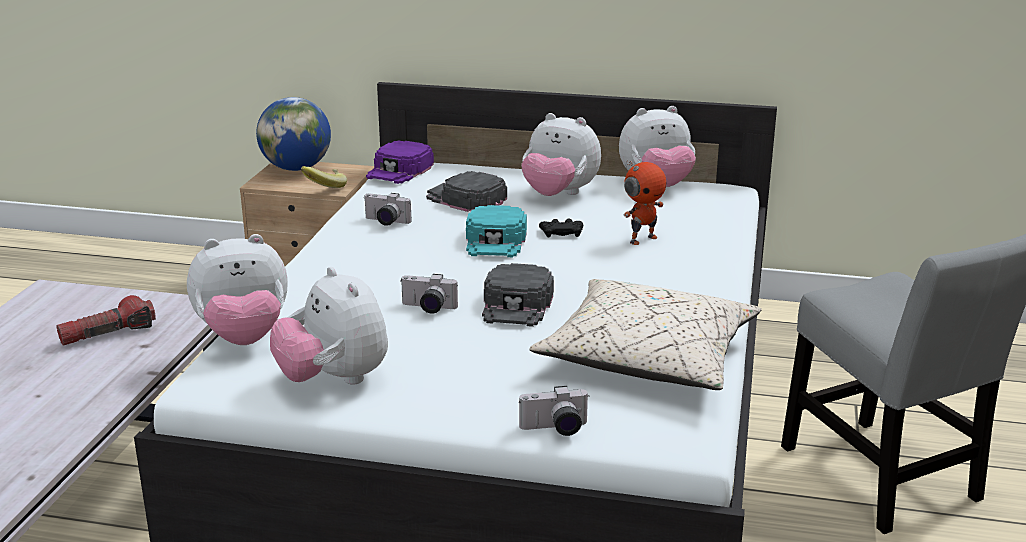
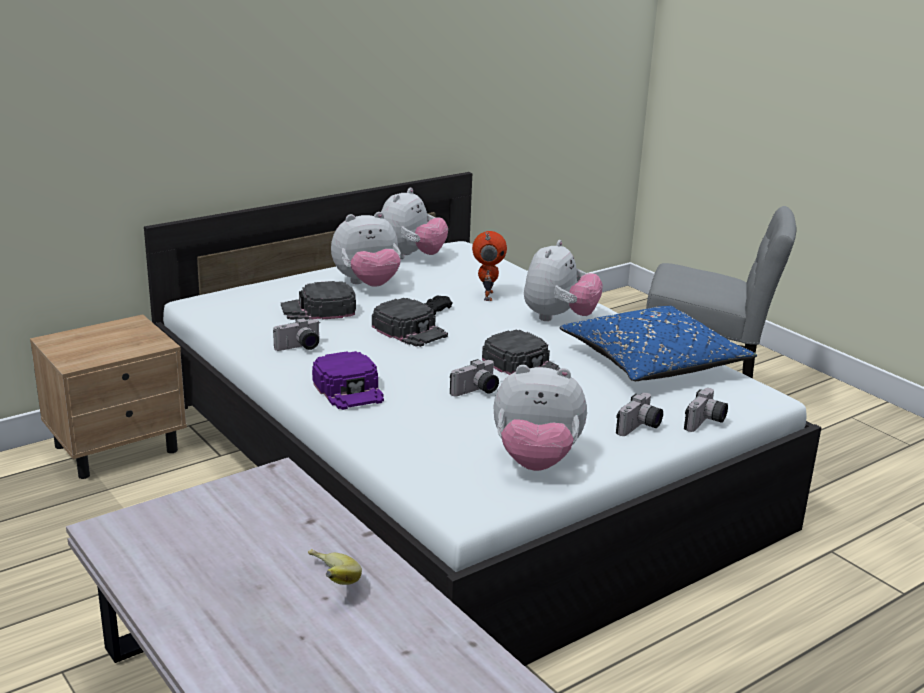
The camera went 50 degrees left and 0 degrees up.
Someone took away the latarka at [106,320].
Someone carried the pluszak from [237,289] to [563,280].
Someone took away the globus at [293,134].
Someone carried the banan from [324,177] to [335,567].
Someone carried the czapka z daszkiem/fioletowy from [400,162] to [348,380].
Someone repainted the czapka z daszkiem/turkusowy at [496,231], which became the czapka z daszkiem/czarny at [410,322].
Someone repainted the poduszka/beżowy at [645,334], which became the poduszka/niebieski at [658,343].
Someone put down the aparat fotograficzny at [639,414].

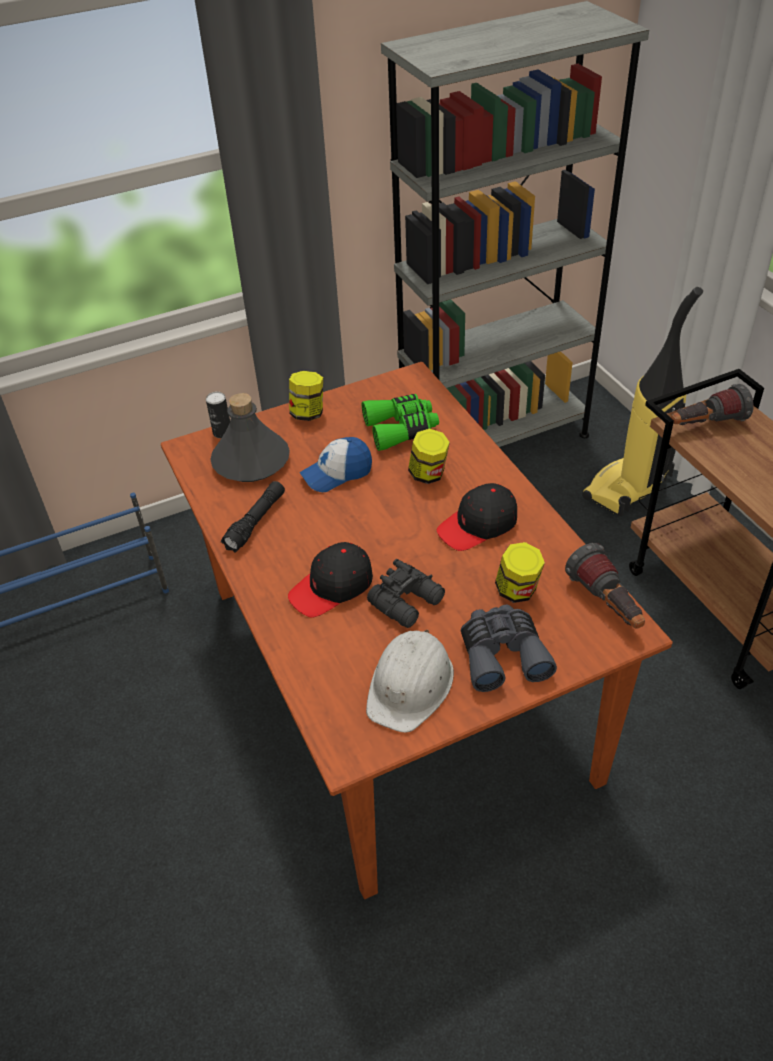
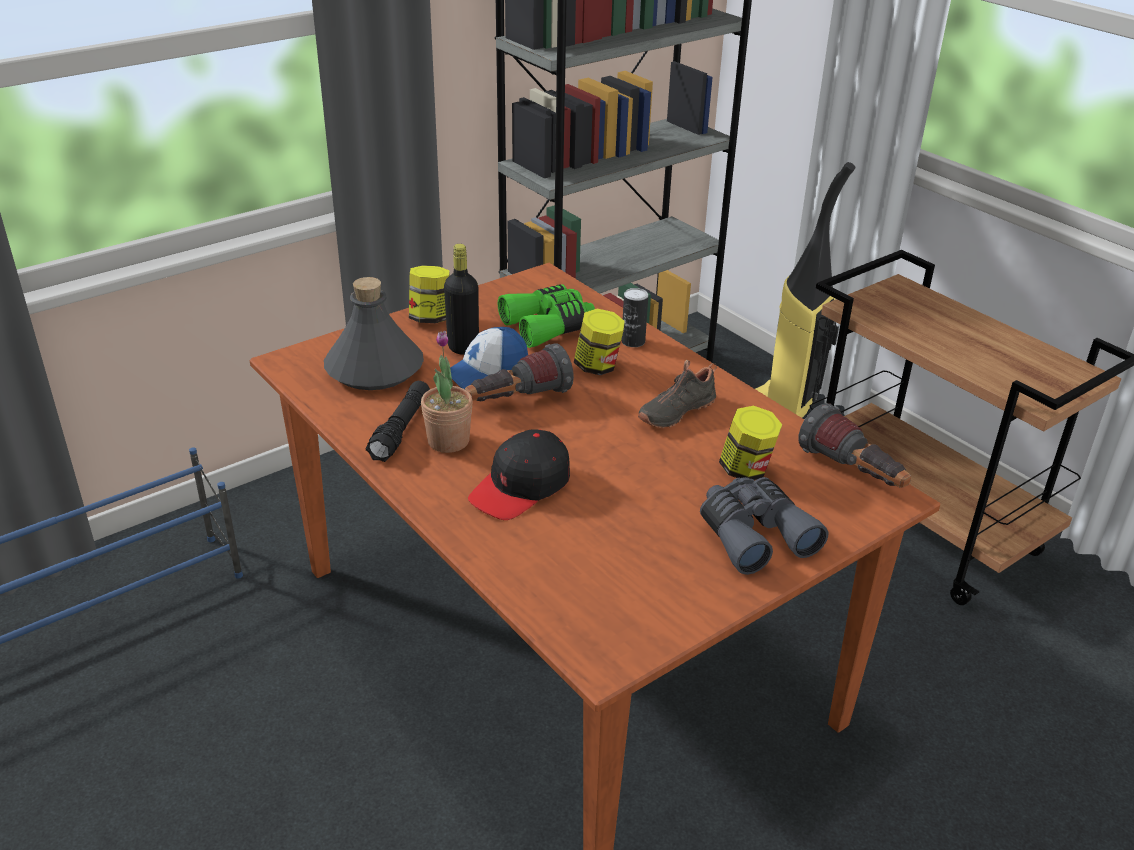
The camera went 15 degrees left and 10 degrees down.
Someone carried the puszka from [218,415] to [634,317].
Someone took away the kask/biały at [410,681].
Someone took away the lornetka/czarny at [406,593].
Someone swapped the czapka z daszkiem/czarny at [477,517] for the but/czarny at [677,394].
Someone carried the latarka from [712,404] to [519,372].
Someone put down the roślina doniczkowa at [447,392].
Someone put down the butelka/czarny at [461,299].

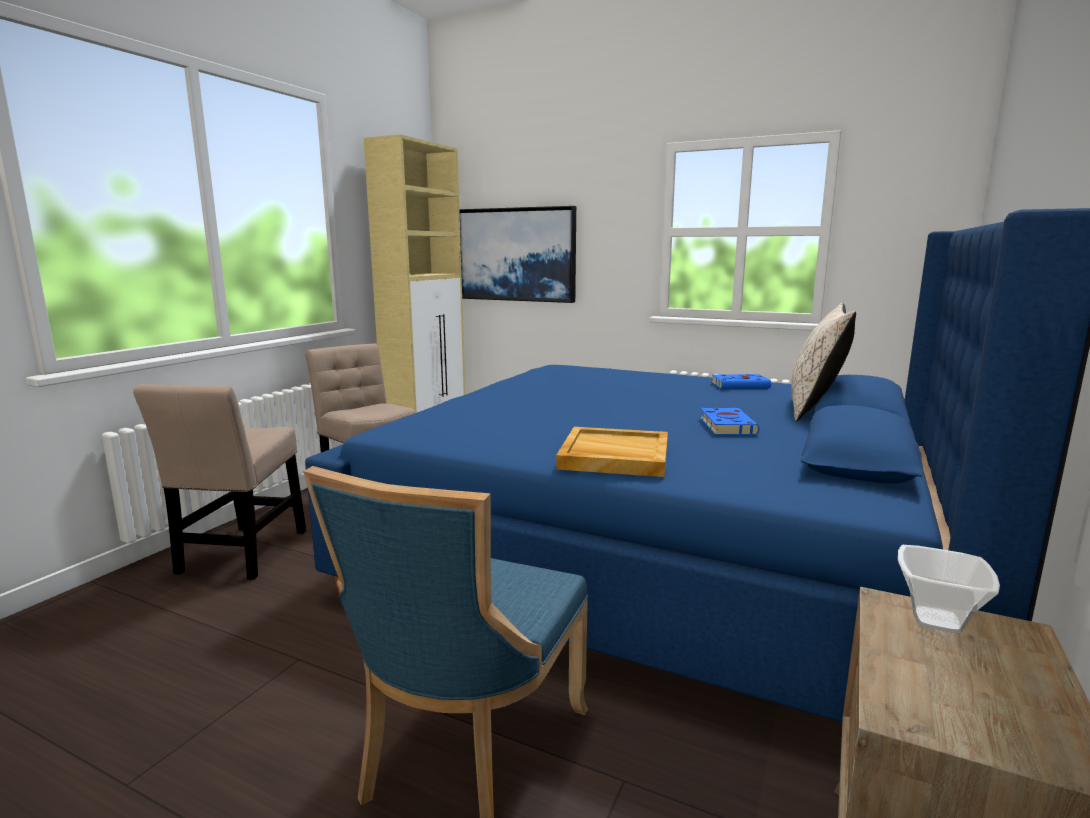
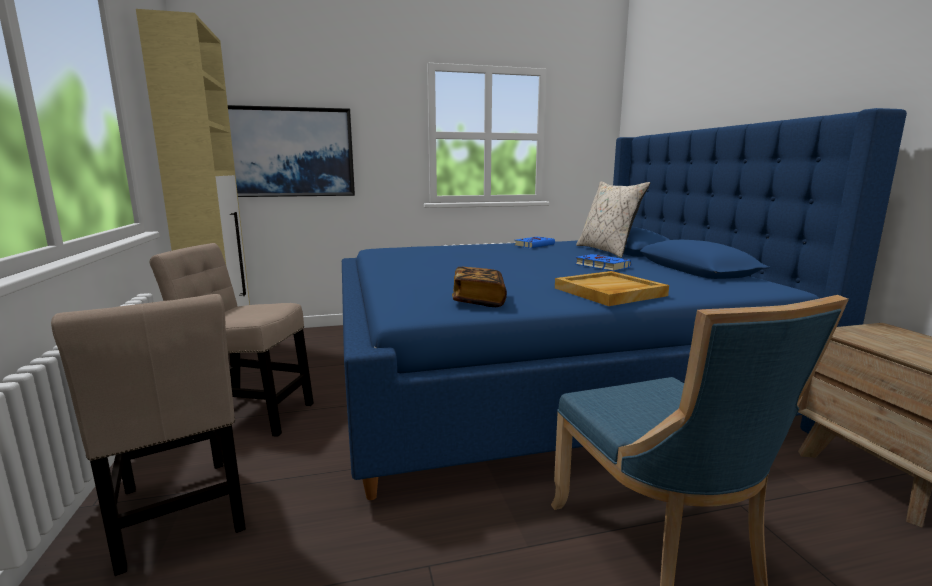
The camera went 40 degrees left and 0 degrees up.
Someone took away the miska at [949,589].
Someone put down the książka at [479,287].

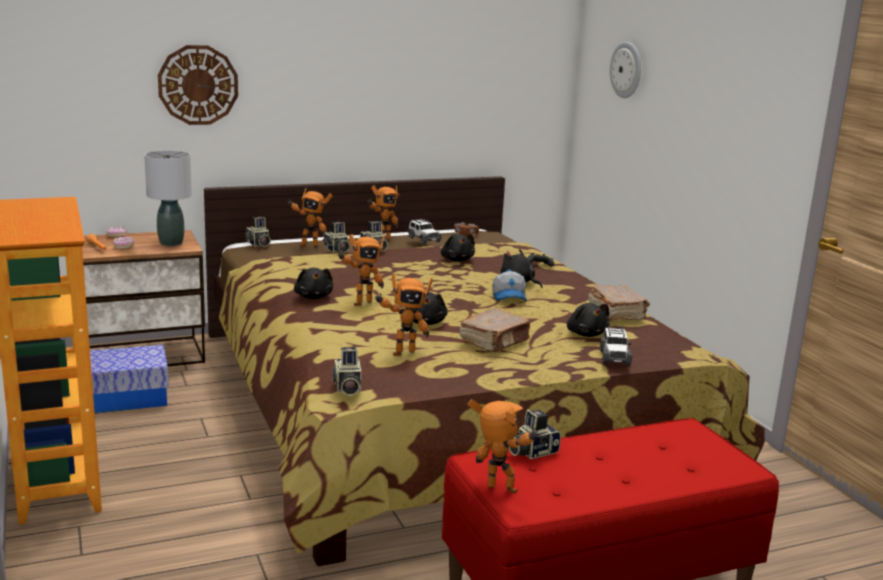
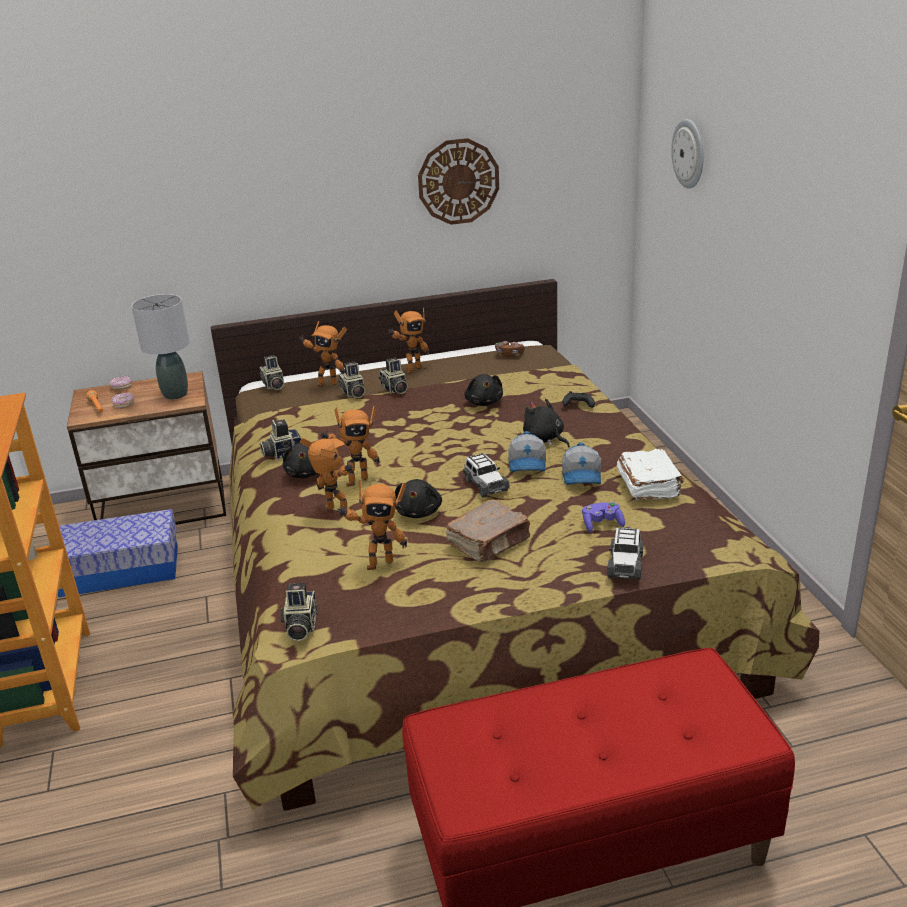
The camera went 10 degrees right and 10 degrees up.
Someone carried the zegar ścienny from [198,85] to [458,181].
Someone carried the samochodzik from [424,231] to [486,475].
Someone carried the robot zabawkowy from [504,447] to [327,474].
Someone carried the aparat fotograficzny from [534,434] to [281,440].
Someone swapped the pluszak/czarny at [588,320] for the pad do gier/fioletowy at [603,517].
Someone repainted the książka/brązowy at [619,302], which became the książka/biały at [650,474].
Someone put down the czapka z daszkiem at [581,463].

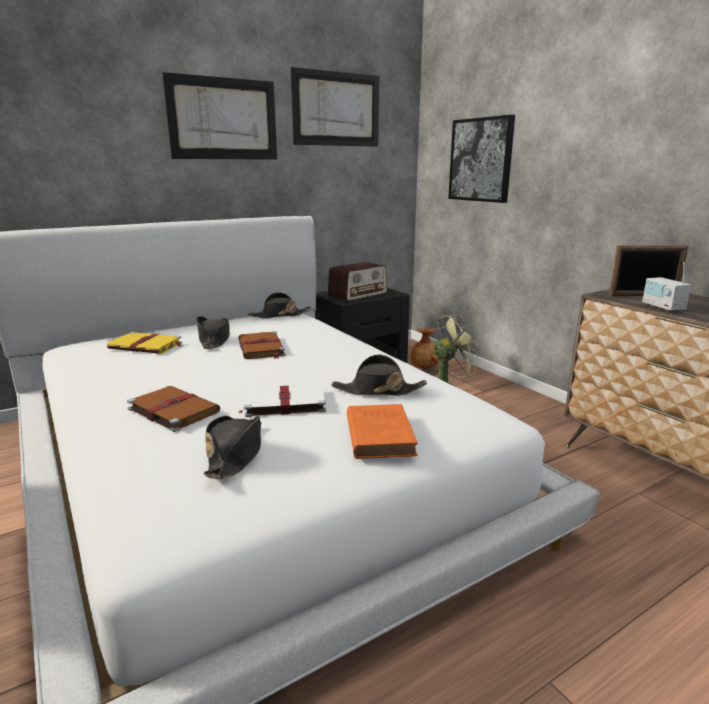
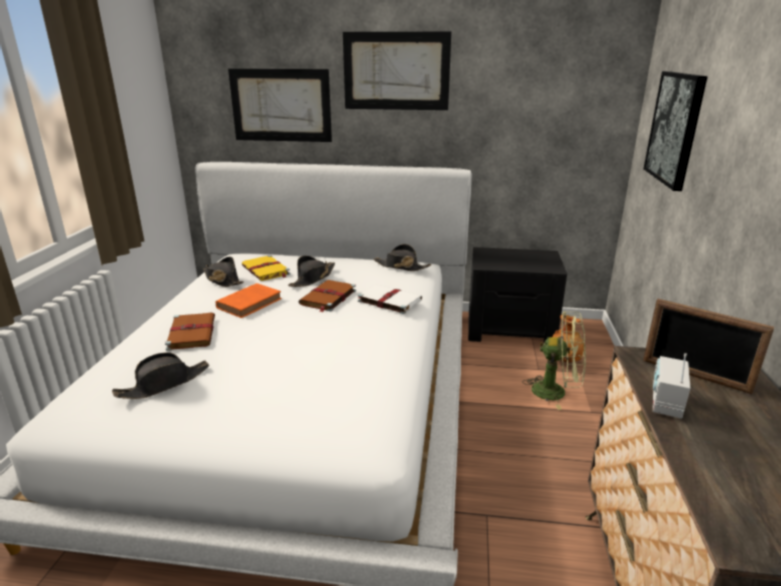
The camera went 40 degrees right and 5 degrees up.
Someone carried the książka/biały from [282,400] to [390,299].
Someone carried the obraz from [334,107] to [280,105].
Someone took away the radio at [357,281].
Someone carried the kapelusz/czarny from [379,375] to [223,271].
Someone carried the książka/pomarańczowy from [382,431] to [249,300].

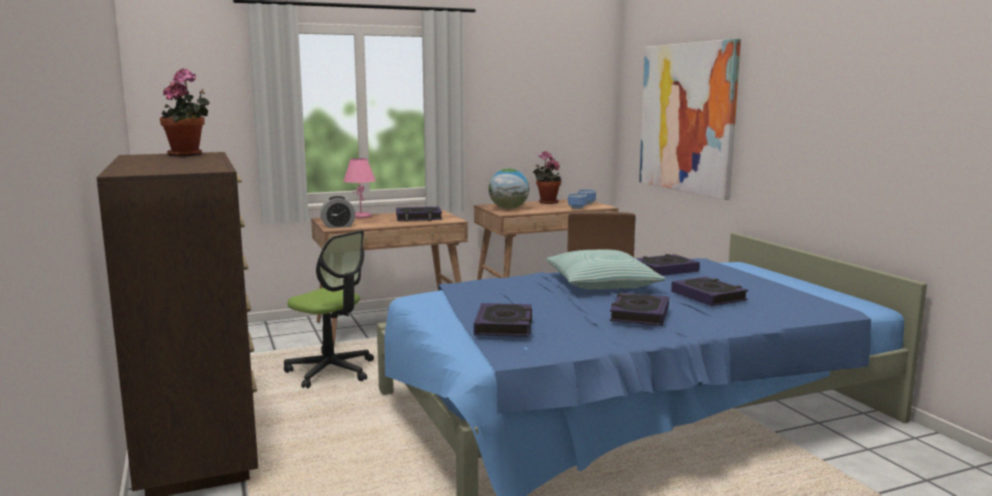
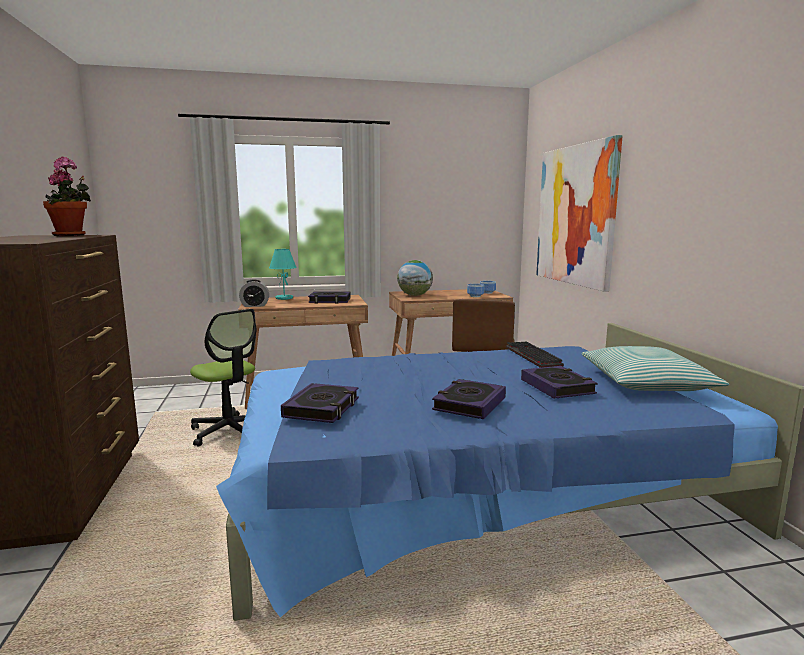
The camera went 10 degrees right and 0 degrees up.
Someone repainted the lampa stołowa/różowy at [359,188], which became the lampa stołowa/turkusowy at [283,274].
Someone took away the roślina doniczkowa at [547,177].
Someone carried the poduszka from [606,270] to [655,368].
Someone swapped the książka at [668,265] for the klawiatura at [535,355].

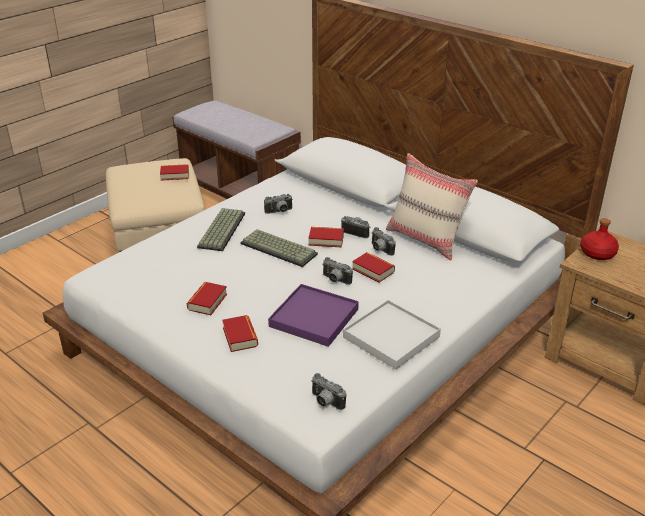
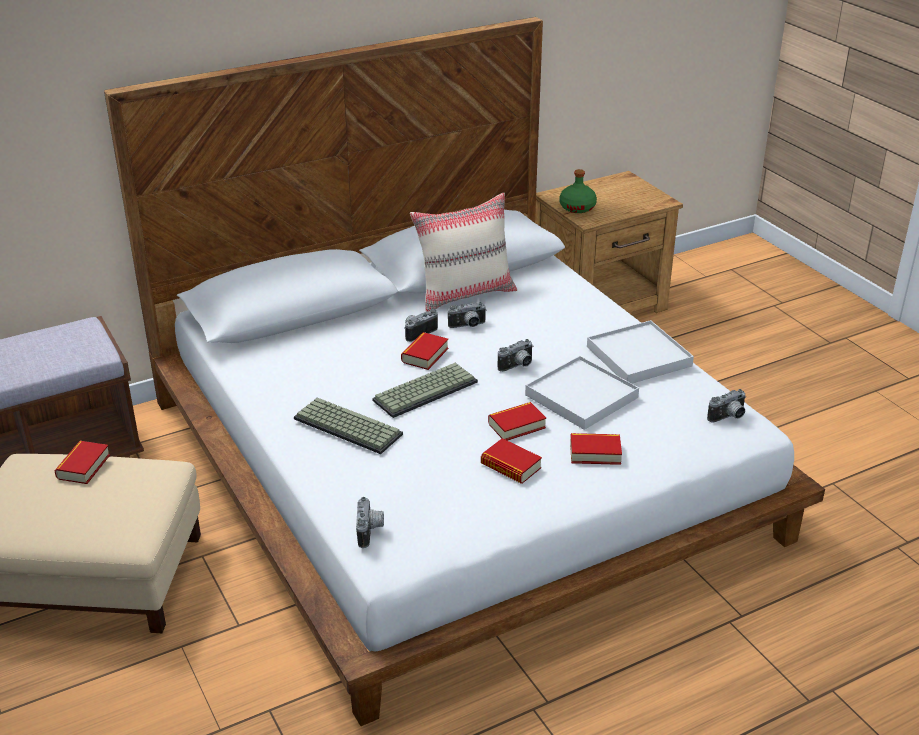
The camera went 70 degrees left and 0 degrees up.
Someone carried the aparat fotograficzny from [278,204] to [370,522].
Someone repainted the taca/fioletowy at [313,315], which became the taca/biały at [582,393].
Someone carried the książka from [373,267] to [517,421].
Someone repainted the butelka/czerwony at [600,239], which became the butelka/zielony at [578,191].

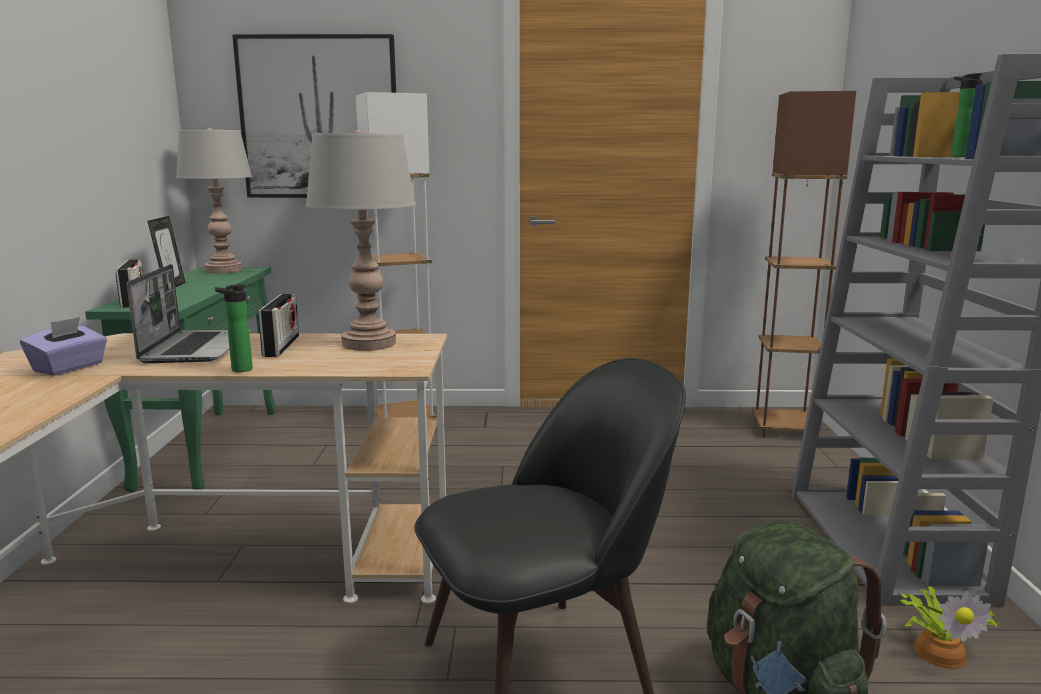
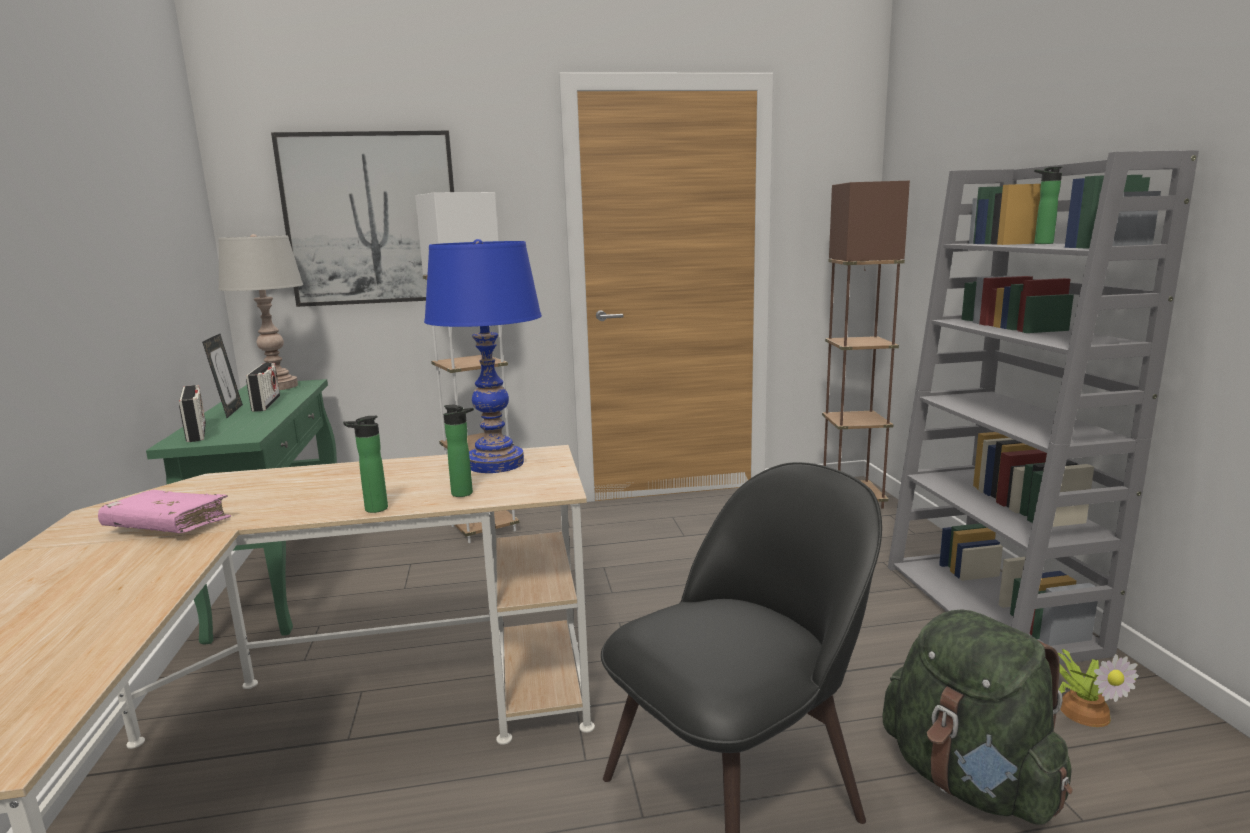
The camera went 10 degrees left and 0 degrees up.
Someone swapped the pudełko chusteczek/fioletowy at [63,346] for the książka/różowy at [164,511].
Someone took away the laptop at [189,313].
Someone carried the radio from [278,325] to [263,387].
Someone repainted the lampa stołowa/szary at [361,240], which became the lampa stołowa/niebieski at [483,356].
Someone put down the butelka at [459,451].

